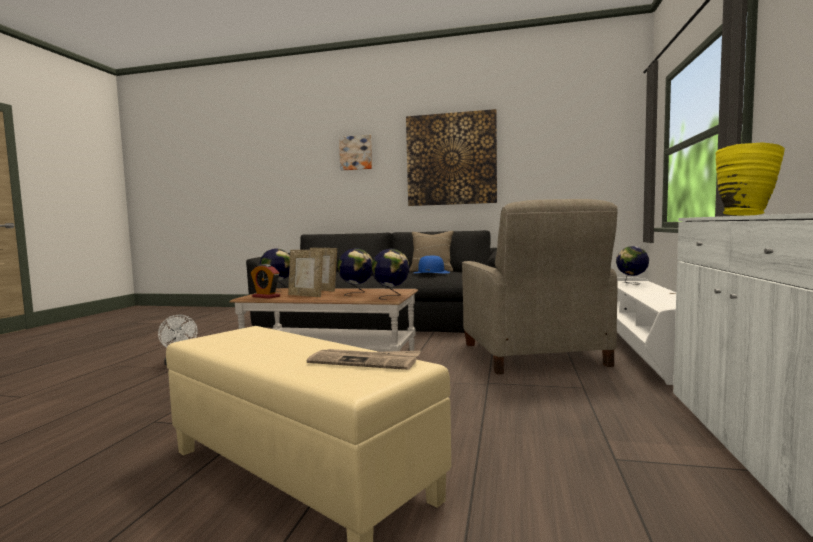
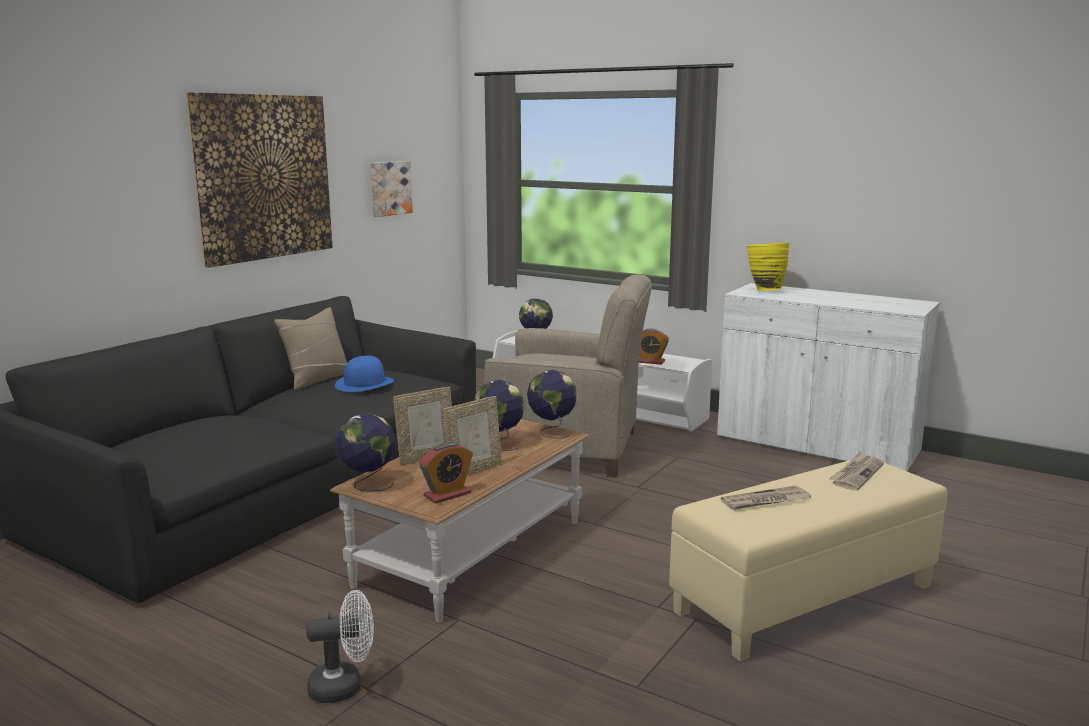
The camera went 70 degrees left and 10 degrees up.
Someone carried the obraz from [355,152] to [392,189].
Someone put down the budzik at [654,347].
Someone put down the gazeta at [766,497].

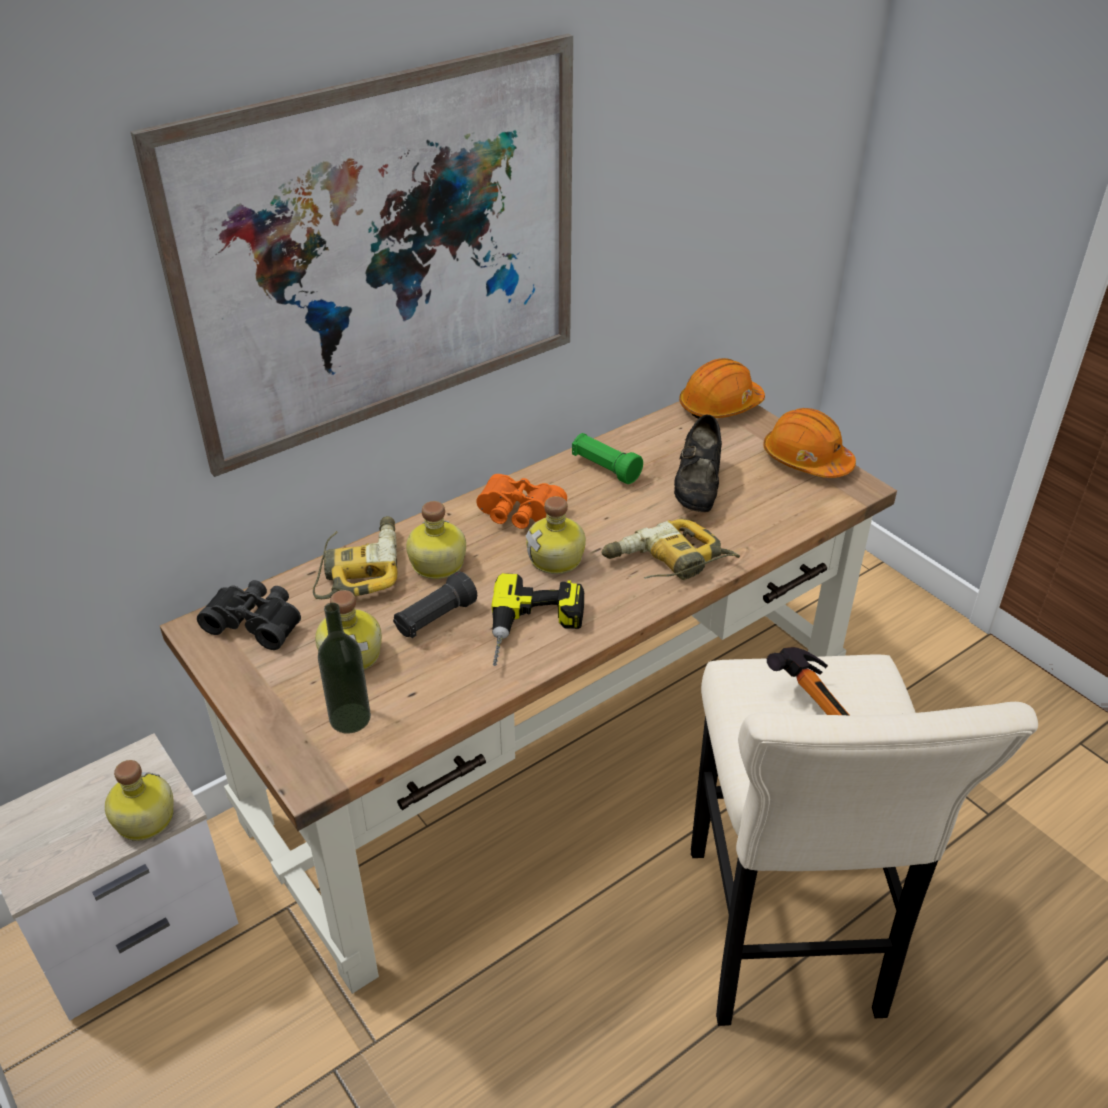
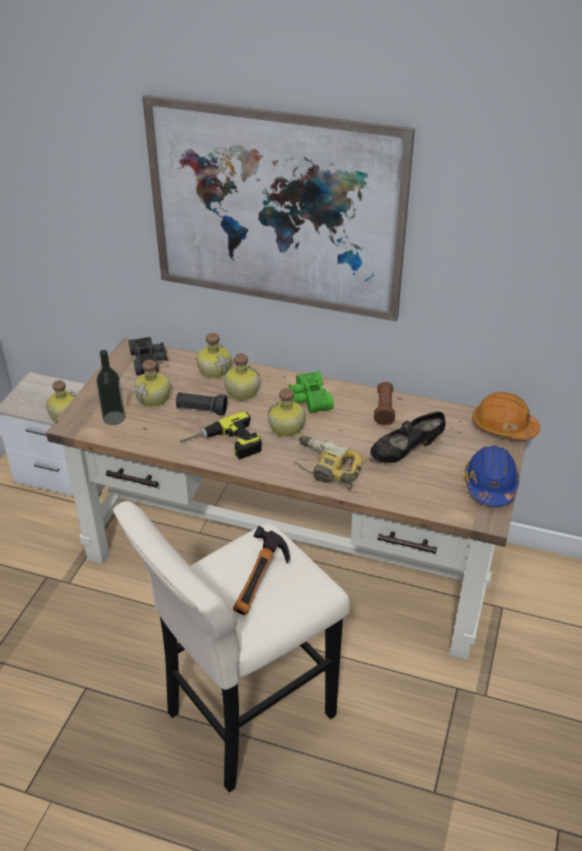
The camera went 55 degrees right and 0 degrees up.
Someone swapped the wiertarka at [355,557] for the butelka at [213,356].
Someone repainted the lornetka/pomarańczowy at [521,501], which became the lornetka/zielony at [311,392].
Someone repainted the latarka/zielony at [607,458], which became the latarka/brązowy at [384,403].
Someone repainted the kask/pomarańczowy at [809,443], which became the kask/niebieski at [492,475].

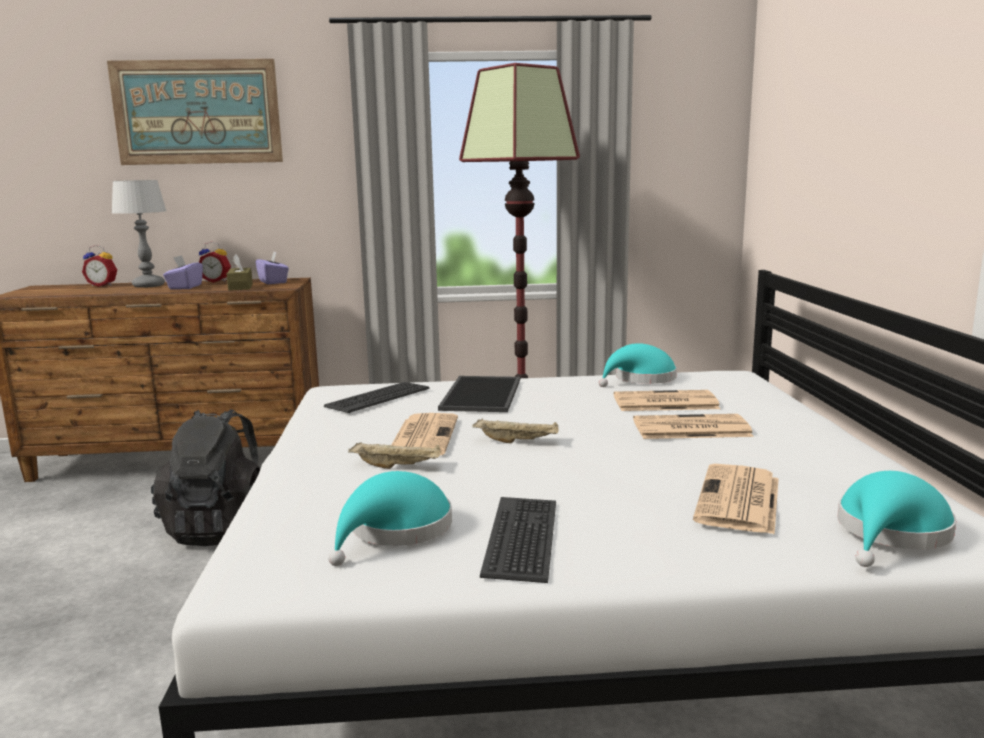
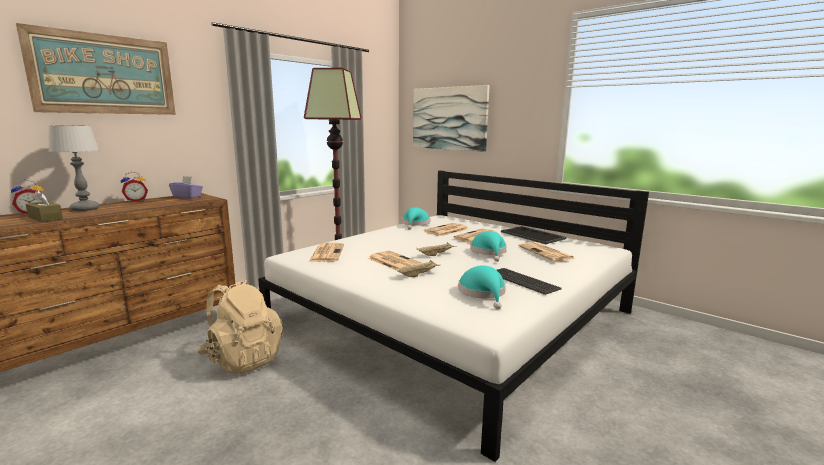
The camera went 45 degrees left and 0 degrees up.
Someone repainted the plecak/czarny at [205,477], which became the plecak/beżowy at [240,326].
Someone took away the pudełko chusteczek/fioletowy at [183,272].
Someone carried the pudełko chusteczek/brązowy from [240,272] to [44,206].
Someone swapped the klawiatura at [376,397] for the gazeta at [326,252].
Someone carried the taca from [479,394] to [534,235].
Someone carried the kapelusz/turkusowy from [897,519] to [488,246].
Someone put up the obraz at [451,118].

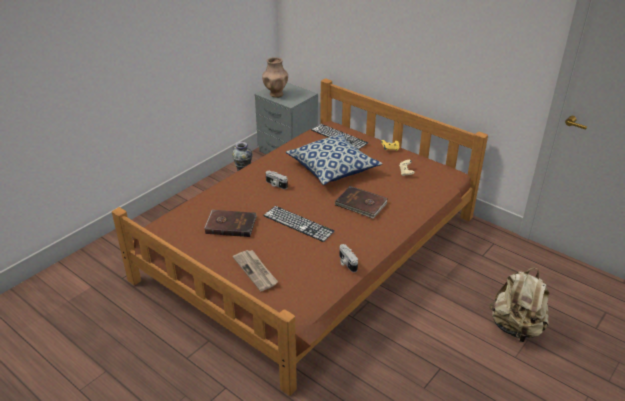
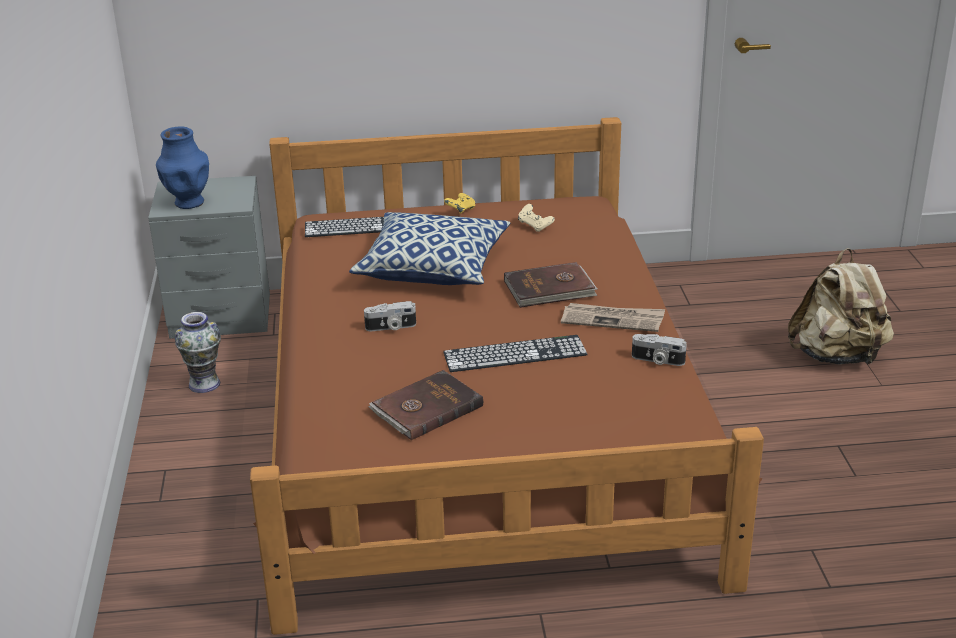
The camera went 45 degrees left and 5 degrees down.
Someone carried the gazeta from [255,270] to [613,317].
Someone repainted the wazon/brązowy at [275,77], which became the wazon/niebieski at [182,167].

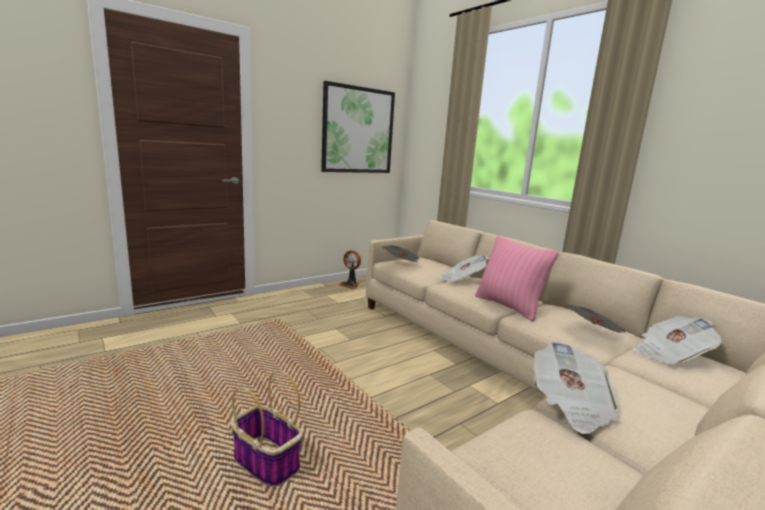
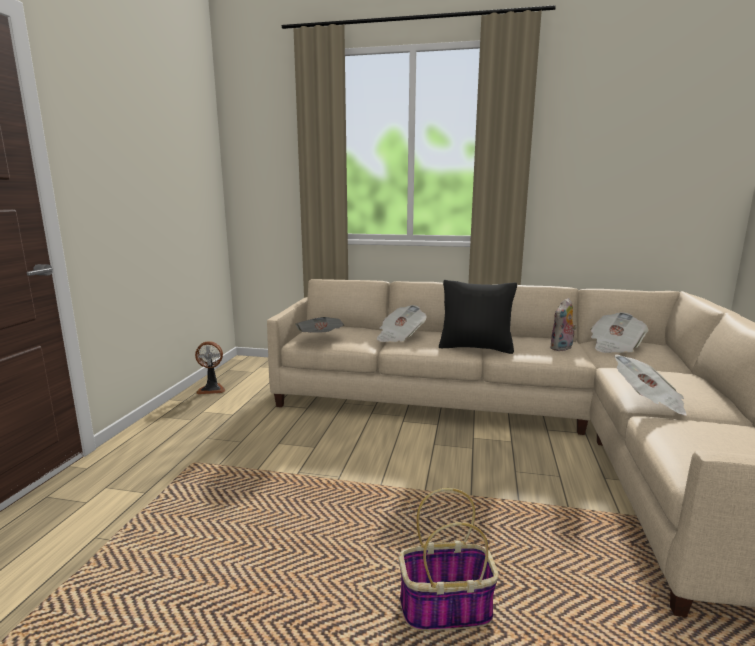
The camera went 40 degrees left and 0 degrees up.
Someone took away the obraz at [358,127].
Someone repainted the poduszka/różowy at [517,278], which became the poduszka/czarny at [478,317].
Someone swapped the gazeta at [595,318] for the pluszak at [563,324].

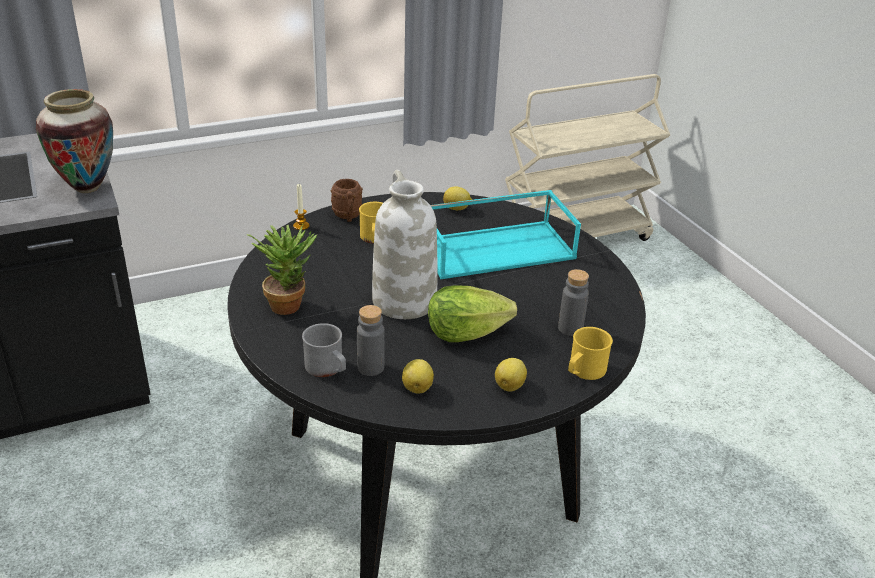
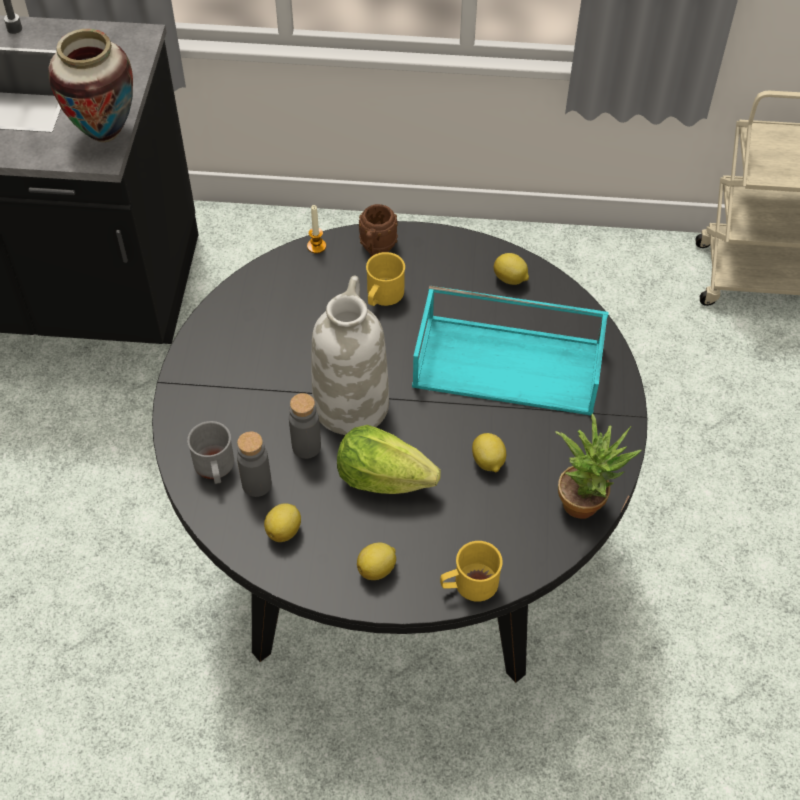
The camera went 30 degrees right and 20 degrees up.
Someone carried the roślina doniczkowa from [282,269] to [598,466].
Someone carried the butelka/szary from [573,302] to [305,426].
Someone put down the cytryna at [489,452].

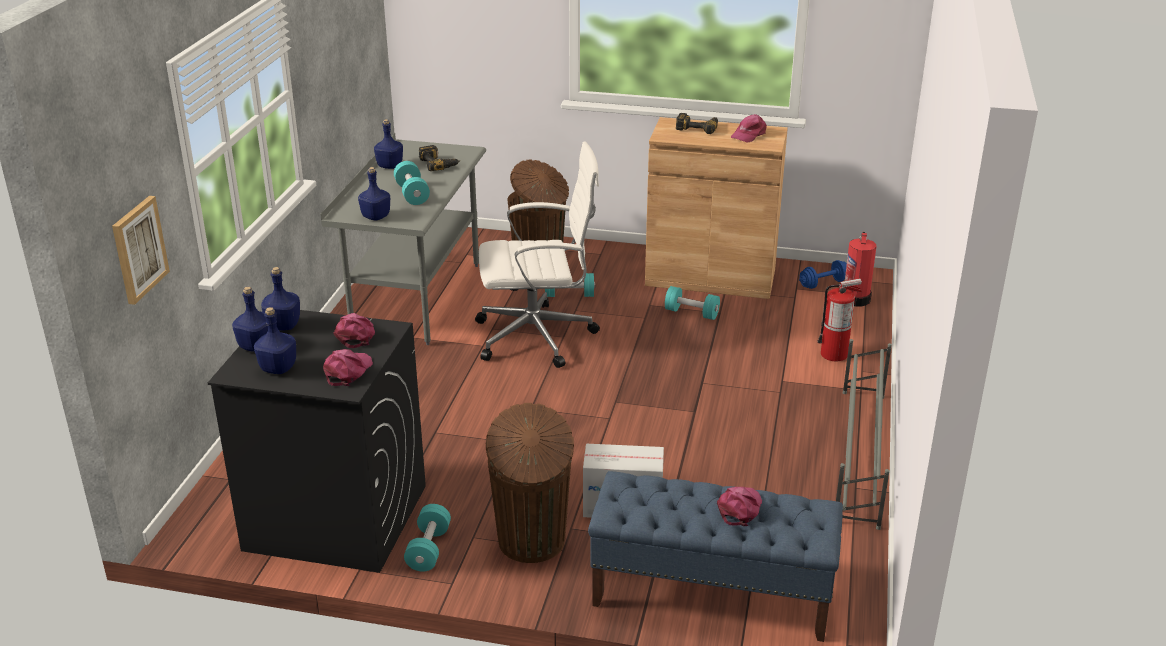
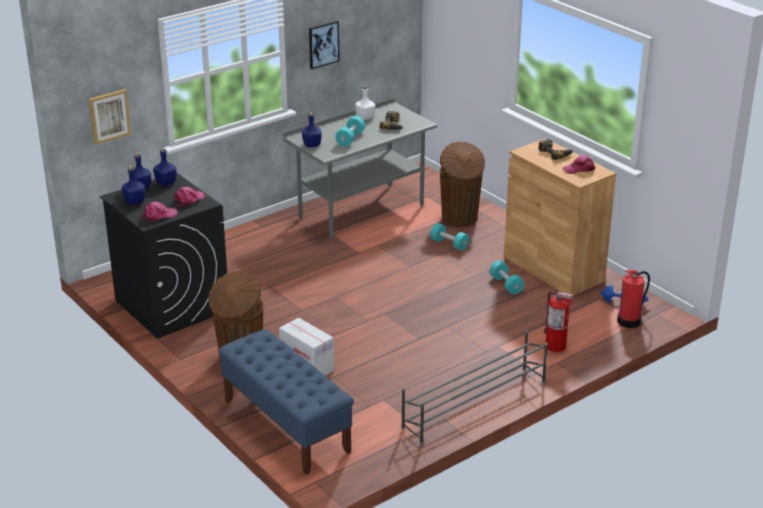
The camera went 40 degrees right and 0 degrees up.
Someone repainted the butelka/niebieski at [388,144], which became the butelka/biały at [365,103].
Someone took away the hantel/turkusowy at [427,538].
Someone took away the krzesło biurowe/biały at [537,255].
Someone took away the czapka z daszkiem/różowy at [739,506].
Someone put up the obraz at [324,45].

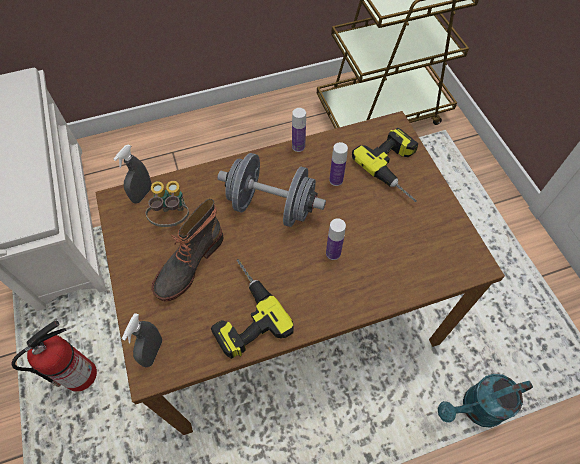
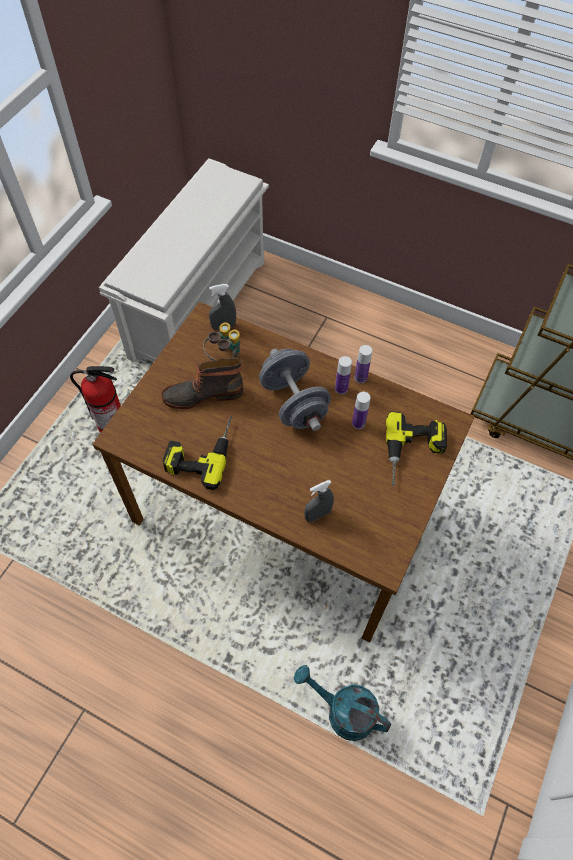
The camera went 45 degrees right and 0 degrees up.
Someone carried the spryskiwacz/szary from [142,340] to [319,501].
Someone carried the butelka from [336,239] to [343,375].

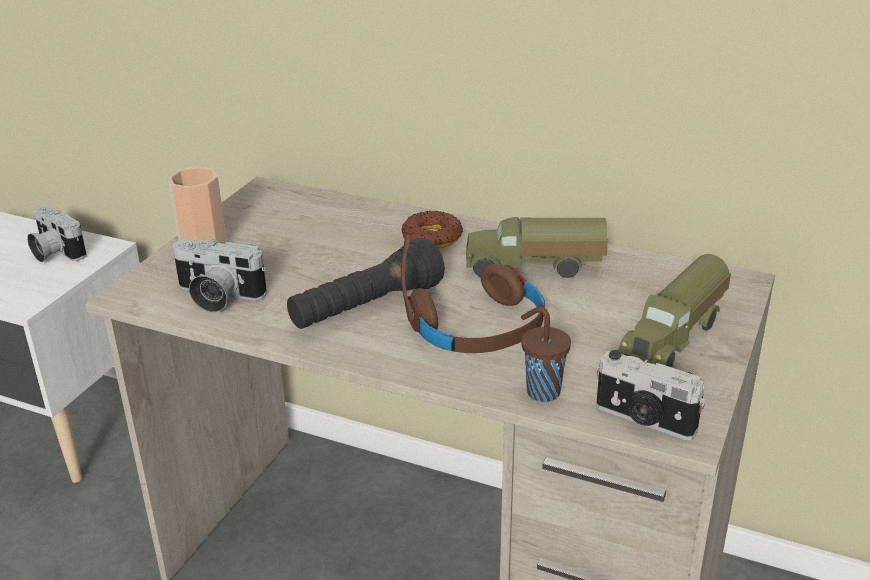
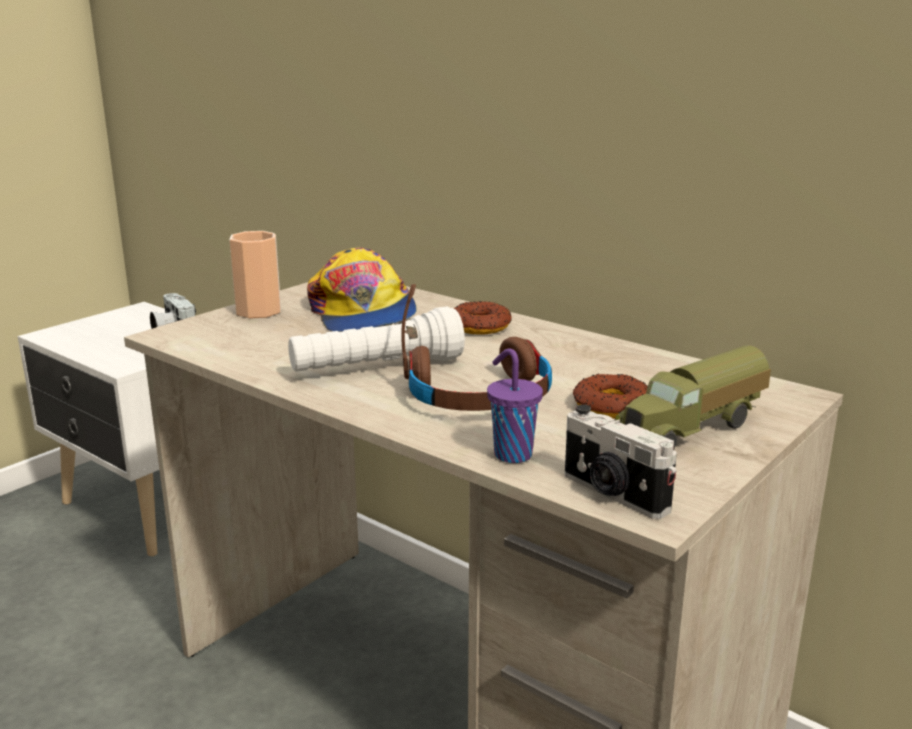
The camera went 15 degrees right and 10 degrees down.
Someone took away the aparat fotograficzny at [220,275].
Someone repainted the latarka/czarny at [366,283], which became the latarka/biały at [376,339].
Someone took away the ciężarówka zabawkowa at [537,247].
Someone repainted the filiżanka/brązowy at [546,354], which became the filiżanka/fioletowy at [515,406].
Someone put down the czapka z daszkiem at [362,289].
Someone put down the donut at [610,396].

